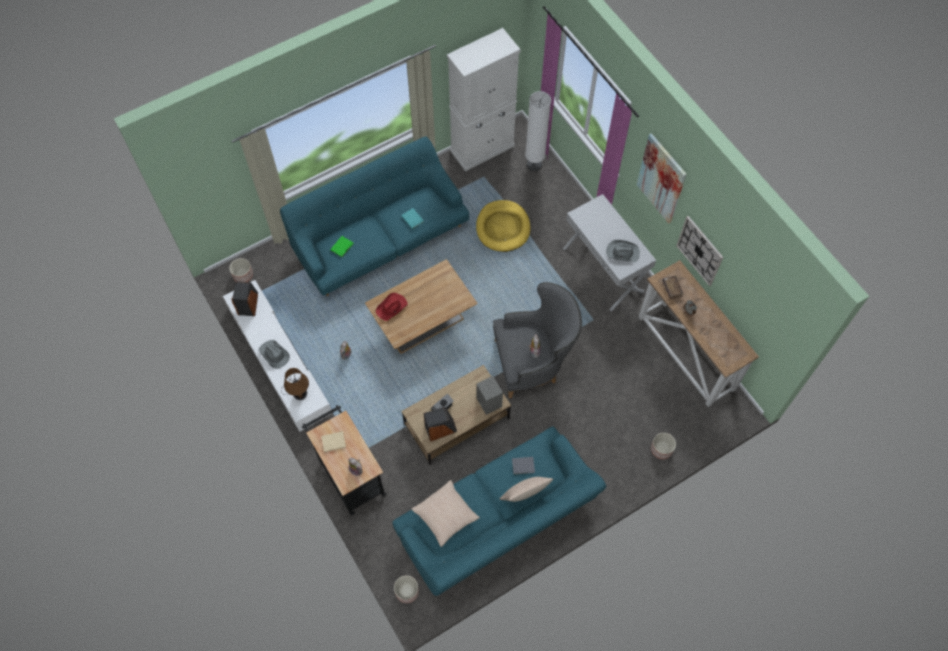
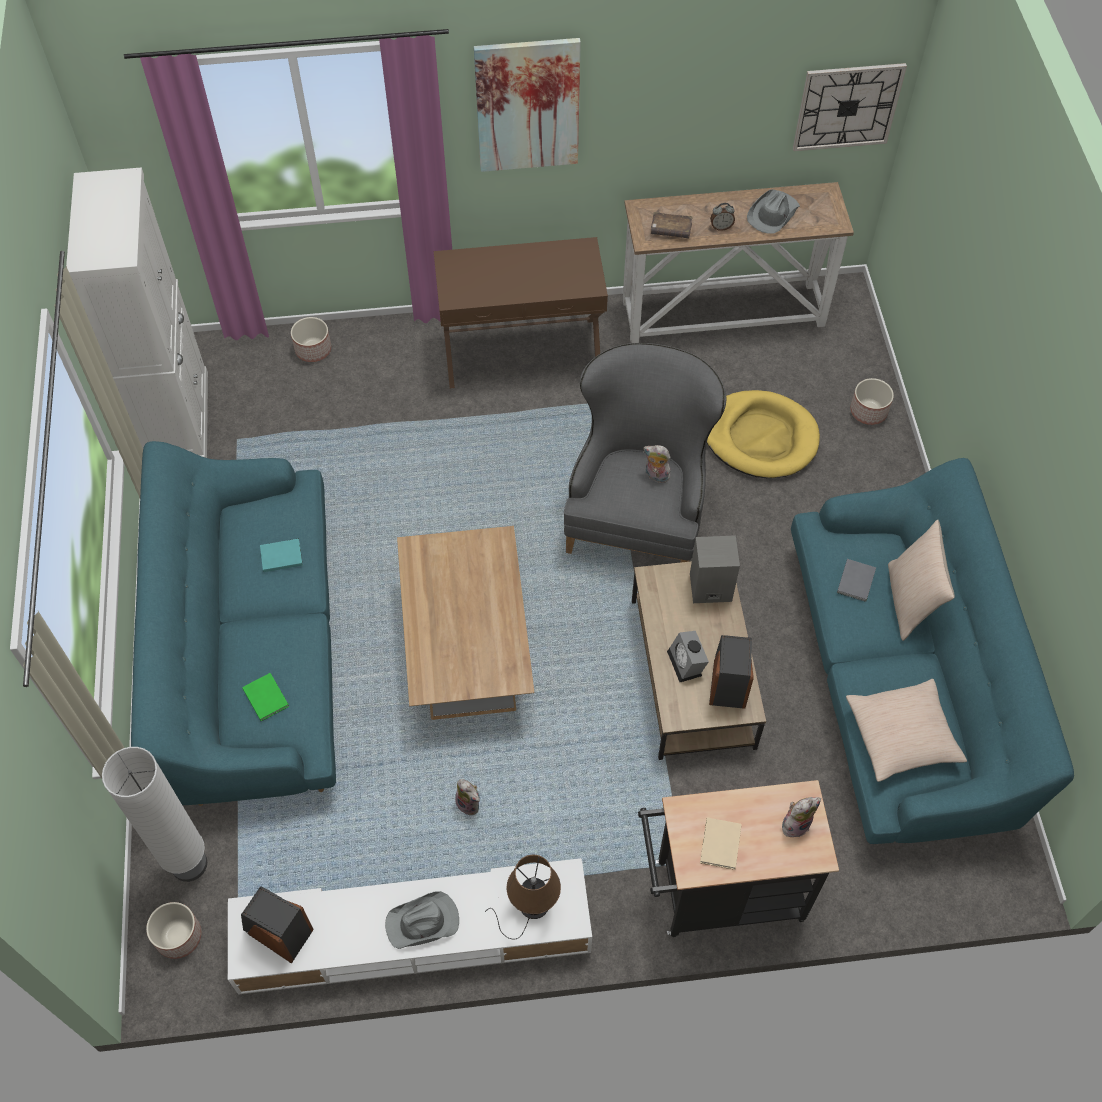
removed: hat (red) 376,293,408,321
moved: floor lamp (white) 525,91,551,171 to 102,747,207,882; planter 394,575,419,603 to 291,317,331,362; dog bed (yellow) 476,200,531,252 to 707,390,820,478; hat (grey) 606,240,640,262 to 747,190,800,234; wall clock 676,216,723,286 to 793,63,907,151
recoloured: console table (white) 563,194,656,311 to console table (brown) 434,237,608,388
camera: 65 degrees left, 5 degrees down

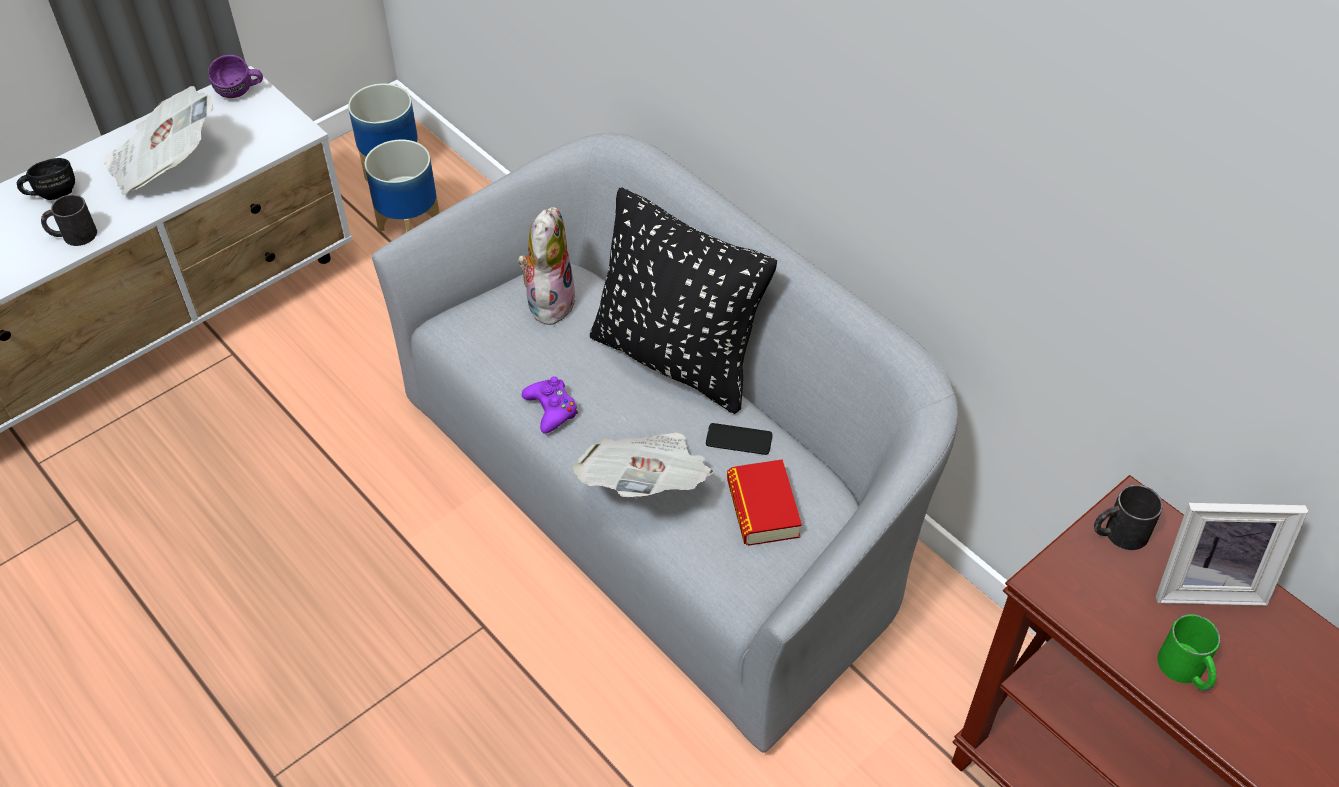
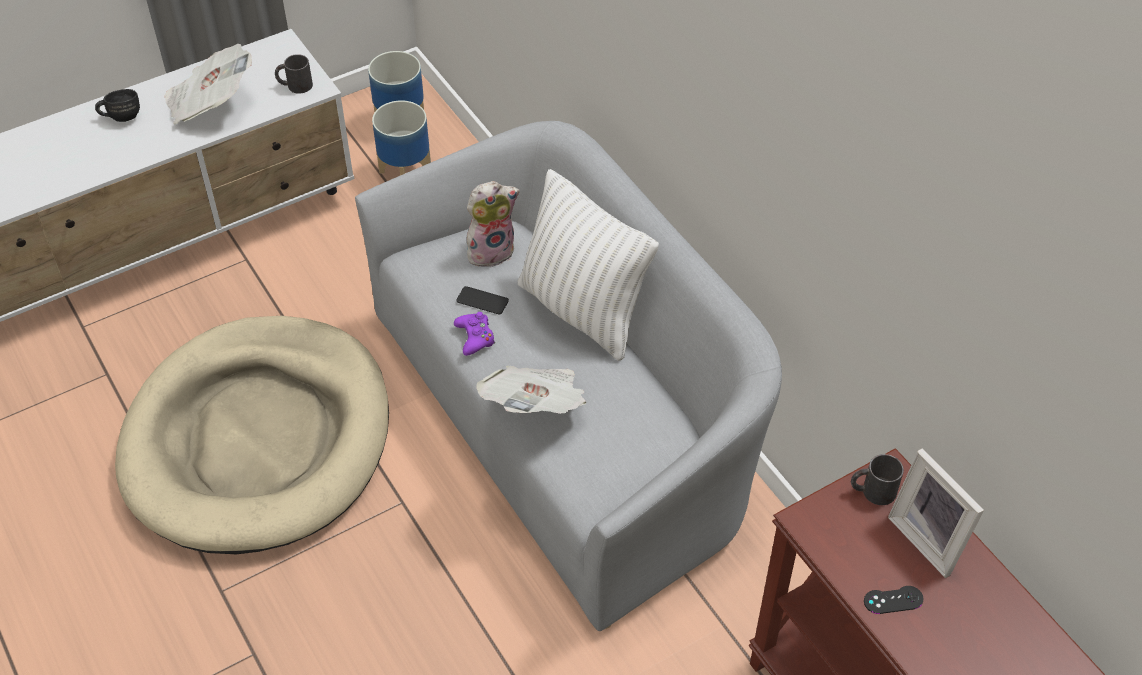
removed: mug (purple) 208,55,263,98; book 727,459,802,546
added: dog bed (beige) 115,316,389,554
moved: mug (black) 41,194,97,246 to 275,54,313,94; phone 706,423,772,455 to 456,286,509,314
replaced: mug (green) 1157,614,1220,691 to game controller (black) 864,586,924,614
recoloured: pillow (black) 590,188,777,414 to pillow (white) 517,169,659,361
turned: plush toy 518,207,576,325 = 467,181,520,267 45 degrees clockwise; picture frame 1156,503,1308,606 = 888,448,984,578 45 degrees clockwise
camera: 10 degrees right, 0 degrees up

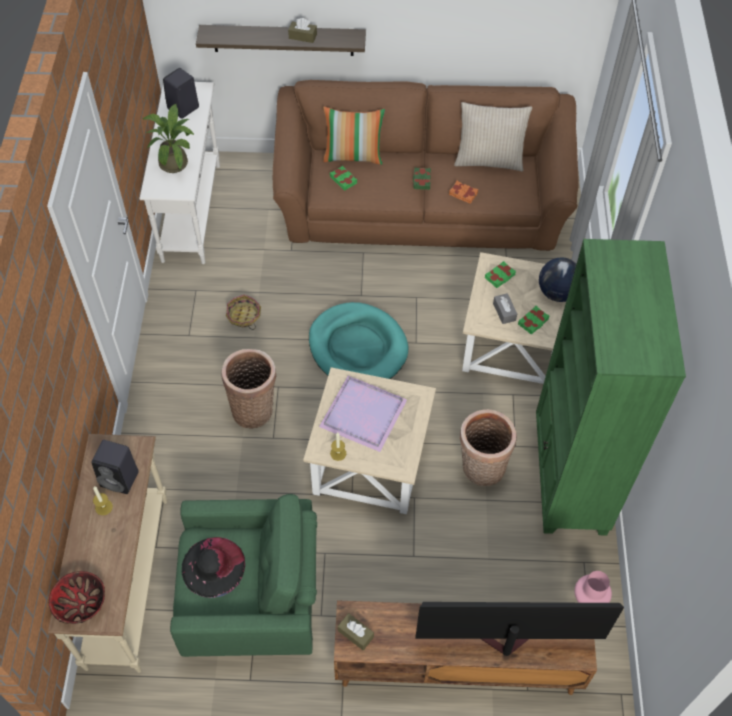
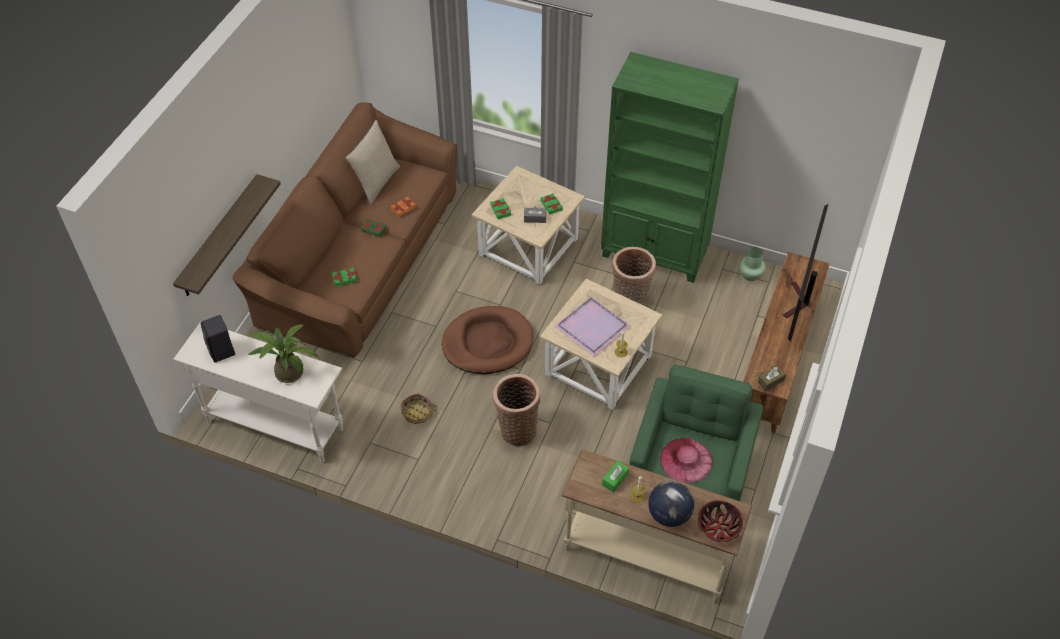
removed: tissue box (brown) 288,18,317,43; pillow 323,107,385,165
moved: globe 539,257,577,302 to 648,481,694,527
replaced: speaker (black) 91,440,139,494 to tissue box (green) 602,461,629,492
recoloured: dog bed (turquoise) 309,302,408,379 to dog bed (brown) 442,306,533,374; hat (black) 181,537,245,598 to hat (pink) 660,438,713,483; vase (pink) 575,571,612,603 to vase (green) 739,247,766,281
camera: 70 degrees left, 5 degrees down

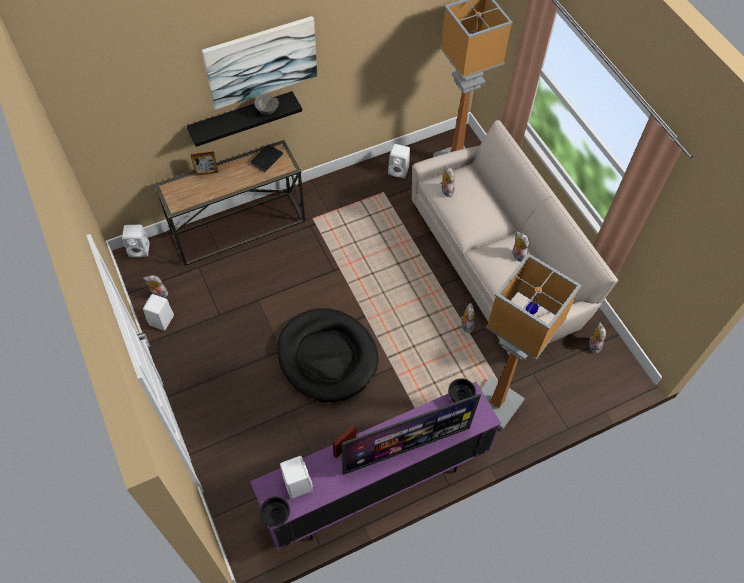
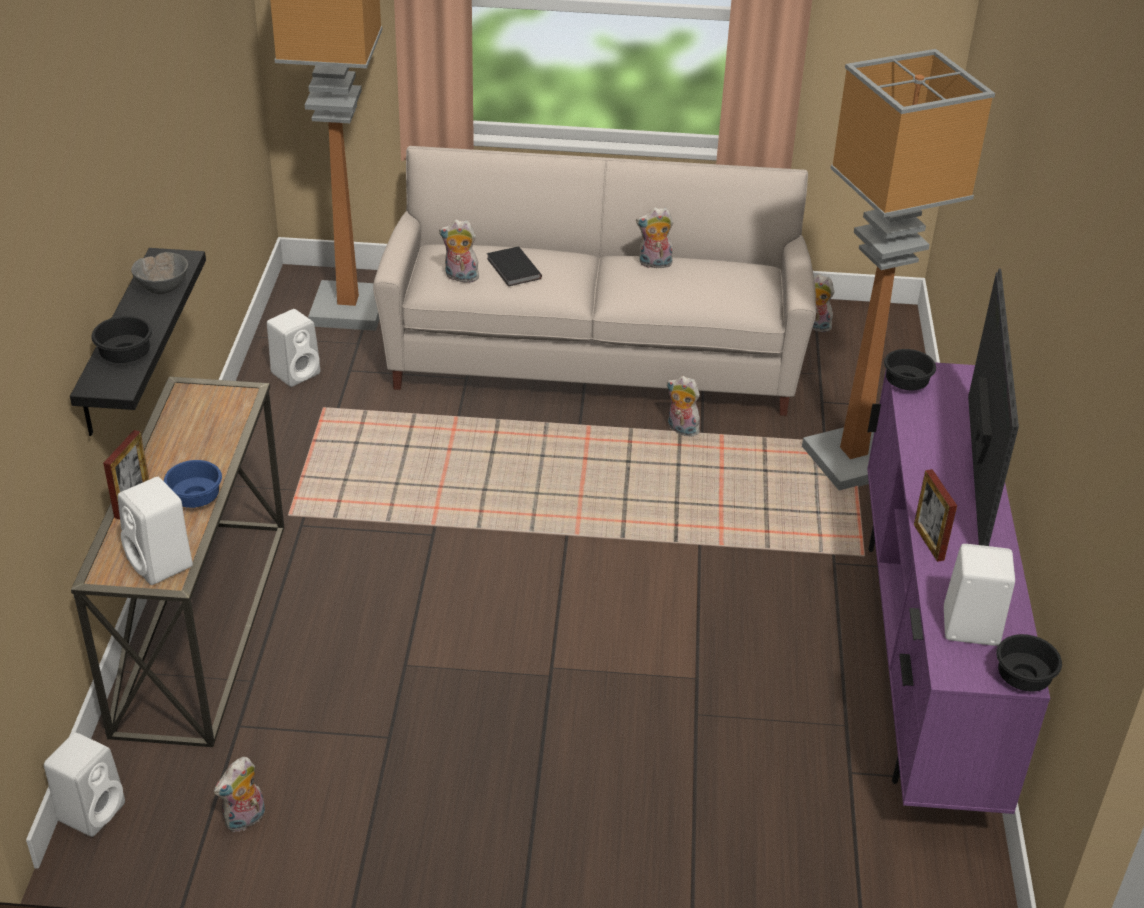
removed: picture 202,16,317,110; dog bed (black) 277,308,379,402
added: bowl (black) 91,316,152,363; bowl (blue) 164,460,222,508
moved: speaker (white) 143,294,174,331 to 118,477,193,585; book (black) 250,144,283,172 to 487,246,542,286
camera: 60 degrees left, 20 degrees down

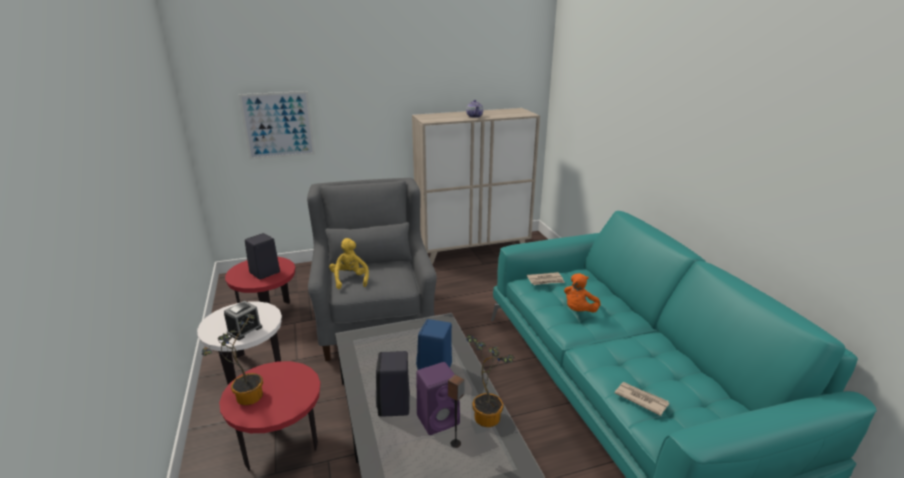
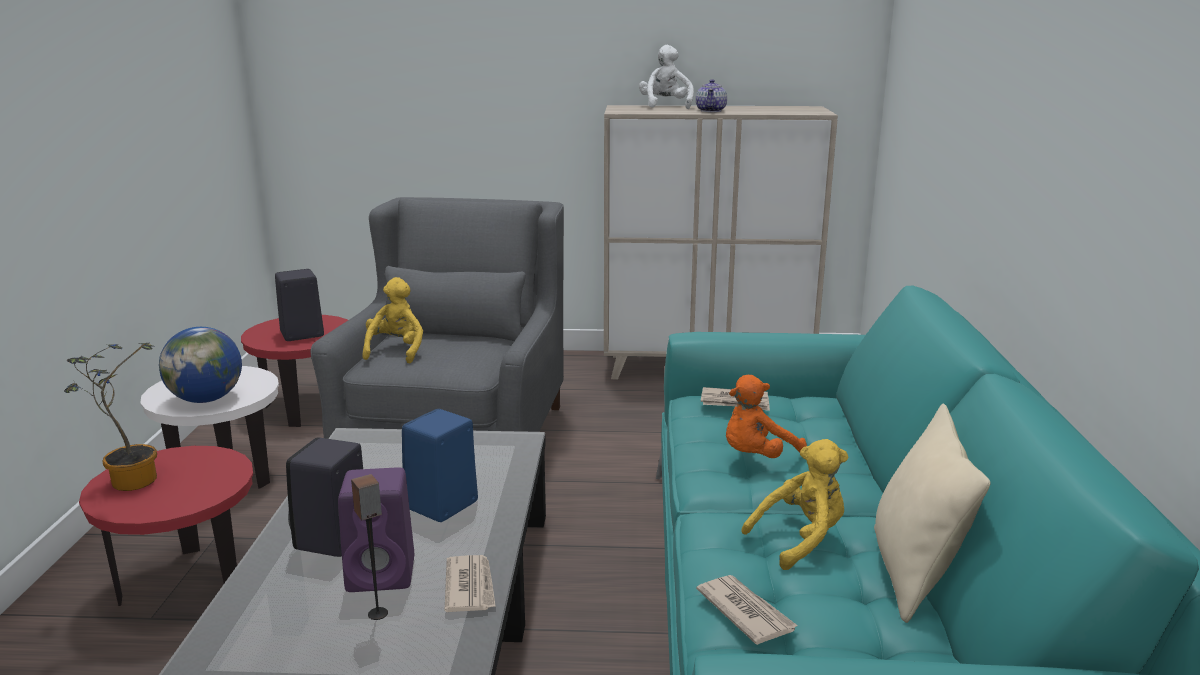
removed: picture 239,91,315,160
added: plush toy (white) 639,45,694,109; plush toy (yellow) 742,439,849,570; pillow (beige) 874,404,991,623
replaced: alarm clock 224,301,262,340 to globe 159,327,242,403; potted plant 466,334,515,427 to newspaper 444,555,496,612
camera: 20 degrees right, 5 degrees down

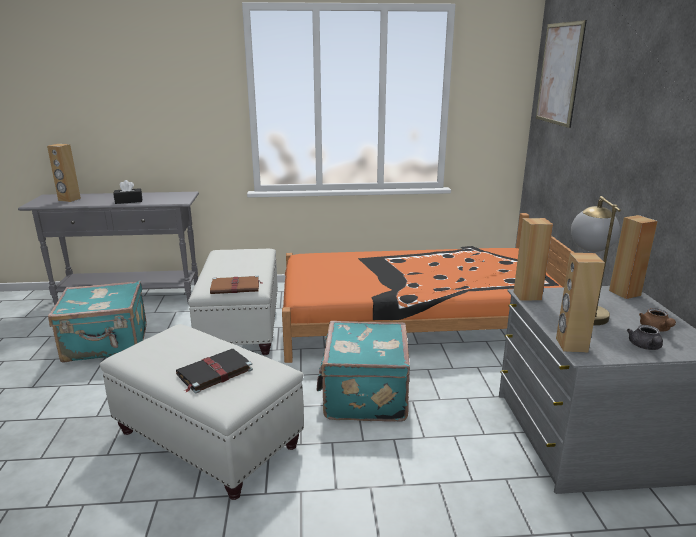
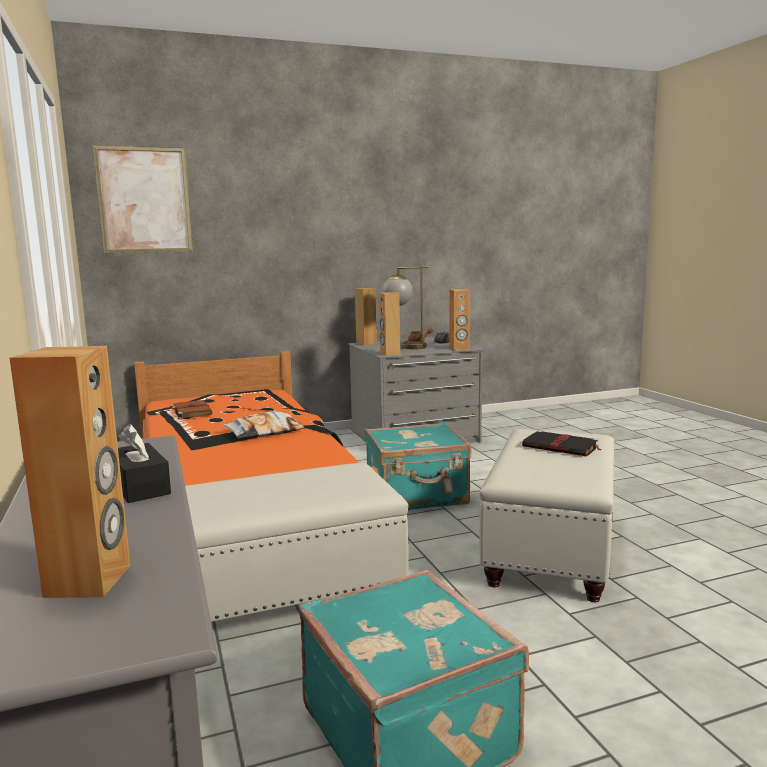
added: pillow 223,411,305,439
moved: book (brown) 210,275,263,294 to 173,400,213,419
camera: 105 degrees left, 10 degrees down

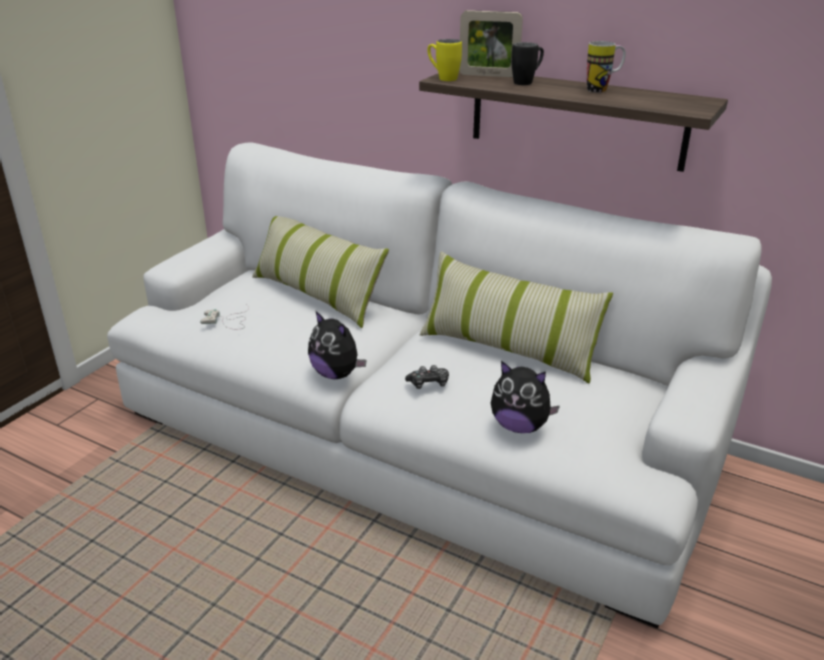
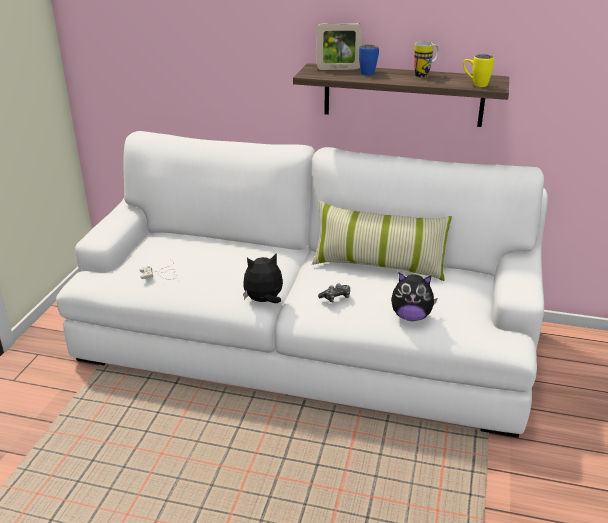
removed: pillow 252,216,389,328
moved: mug (yellow) 427,39,462,81 to 463,54,494,87
recoloured: mug (black) 511,42,544,85 to mug (blue) 359,45,379,76
turned: plush toy 308,310,367,379 = 243,253,283,303 135 degrees clockwise
camera: 15 degrees left, 0 degrees up

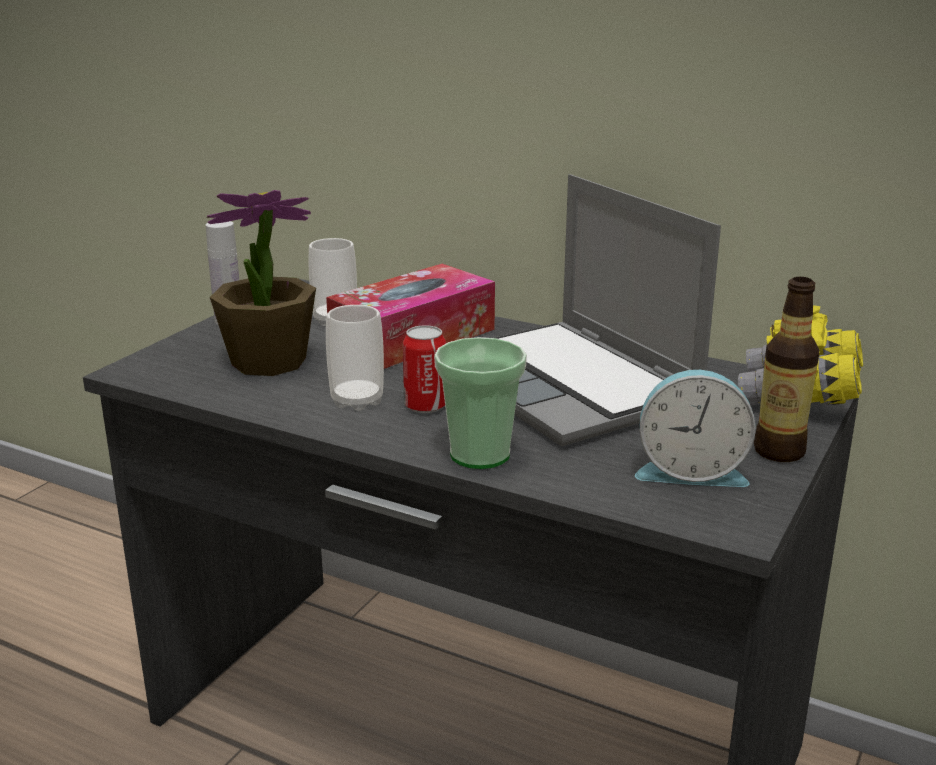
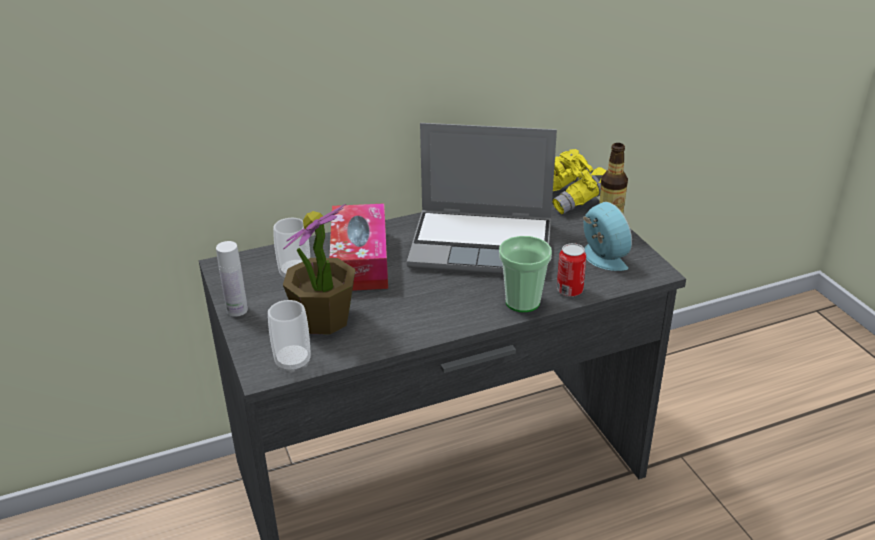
moved: cup 326,305,384,411 to 268,300,311,372; can 403,325,446,413 to 557,243,586,297
turned: alarm clock 635,370,756,487 = 583,202,632,271 75 degrees counterclockwise
camera: 50 degrees left, 10 degrees up

